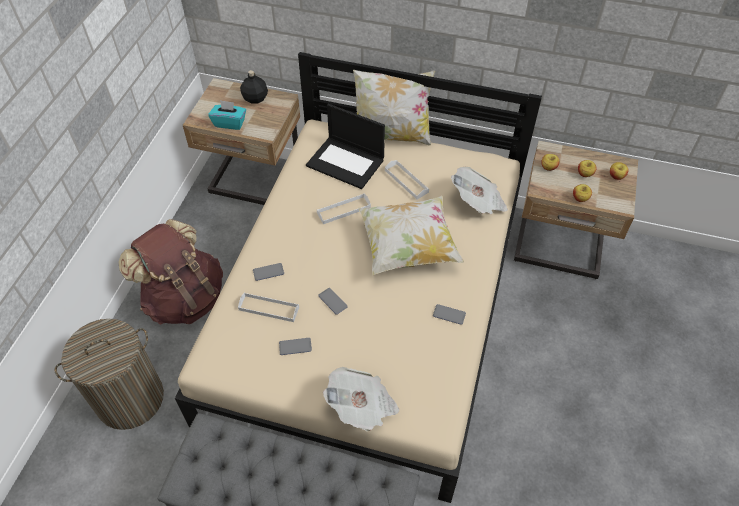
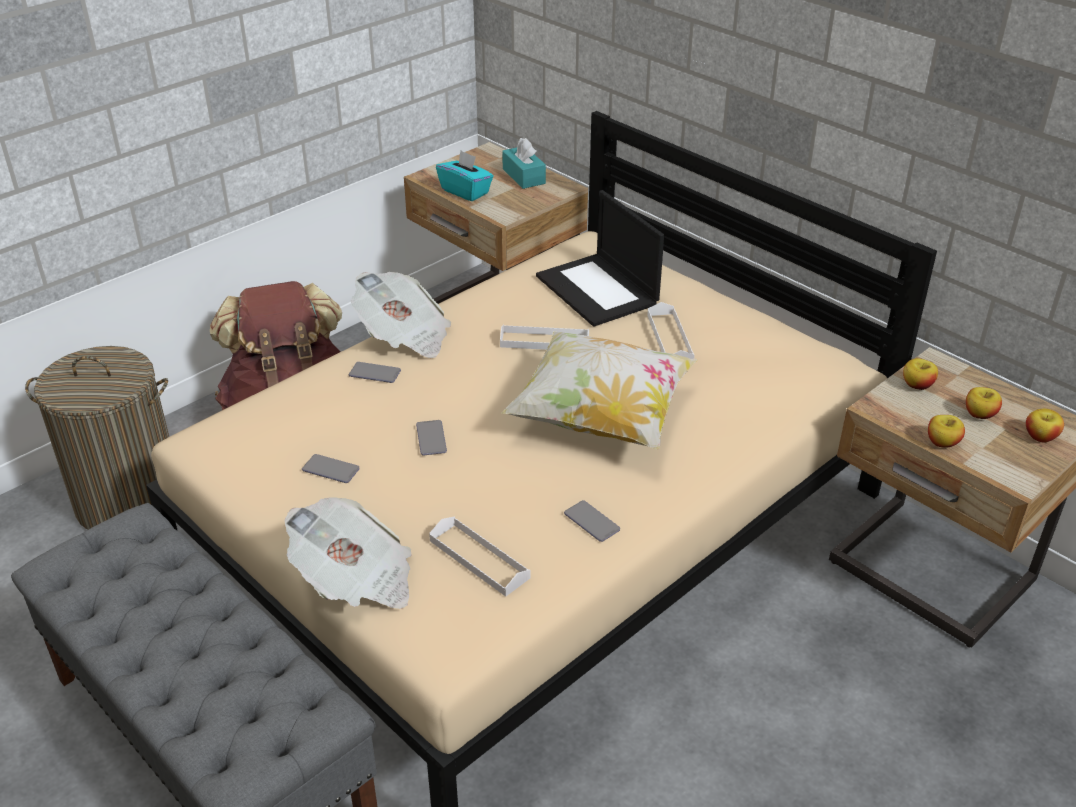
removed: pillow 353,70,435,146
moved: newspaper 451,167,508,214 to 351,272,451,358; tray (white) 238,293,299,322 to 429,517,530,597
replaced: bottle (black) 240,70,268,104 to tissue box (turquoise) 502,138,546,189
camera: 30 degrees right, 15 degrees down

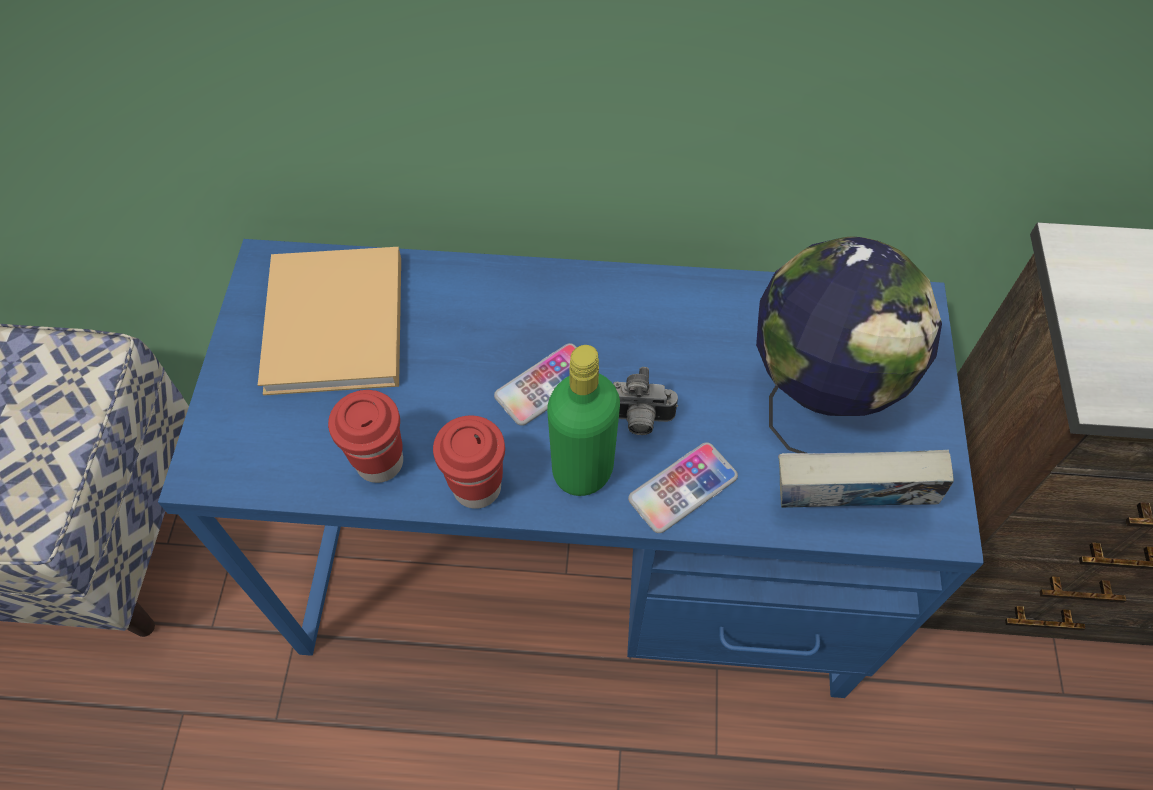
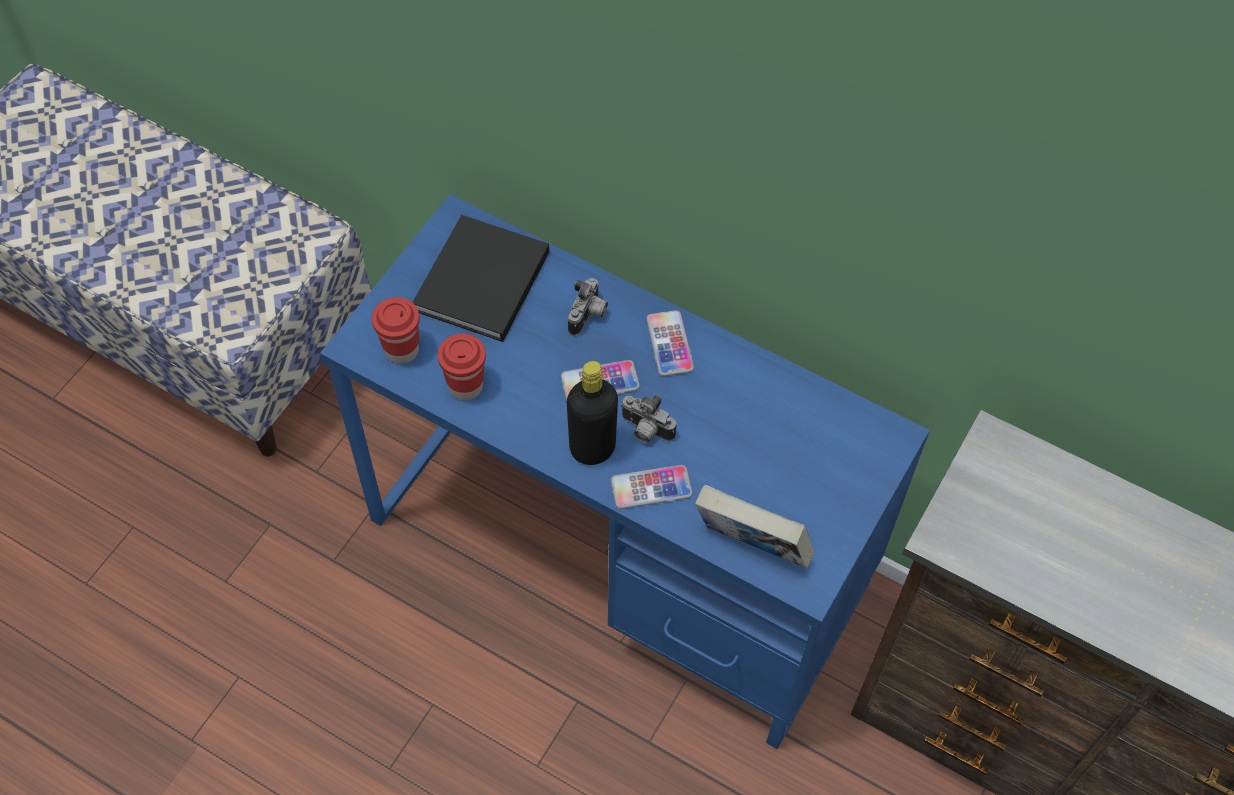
removed: globe 756,236,942,453
added: photo camera 568,278,608,336; phone 646,310,694,376
moved: cup (red) 433,415,505,509 to 372,297,420,364
recoloured: book (beige) 258,247,401,396 to book (black) 413,215,549,342; bottle (green) 547,345,620,496 to bottle (black) 567,361,618,465
camera: 25 degrees right, 0 degrees up

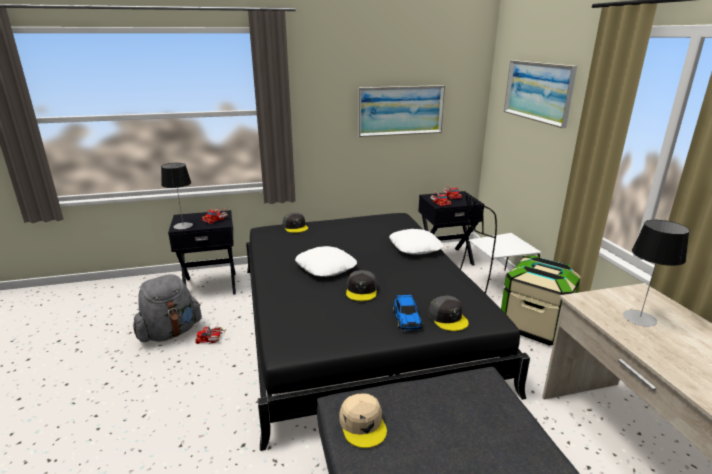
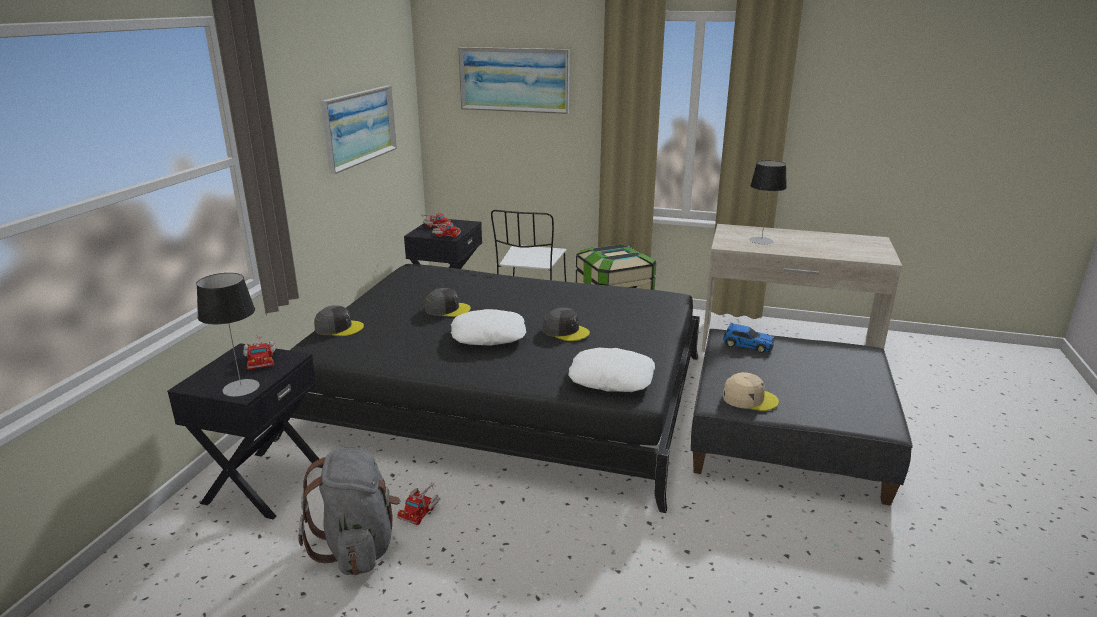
moved: cap (grey) 428,296,469,331 to 425,288,471,317; pillow (white) 389,229,443,255 to 568,348,655,392; toy car 393,295,422,332 to 723,323,775,353
camera: 60 degrees left, 0 degrees up

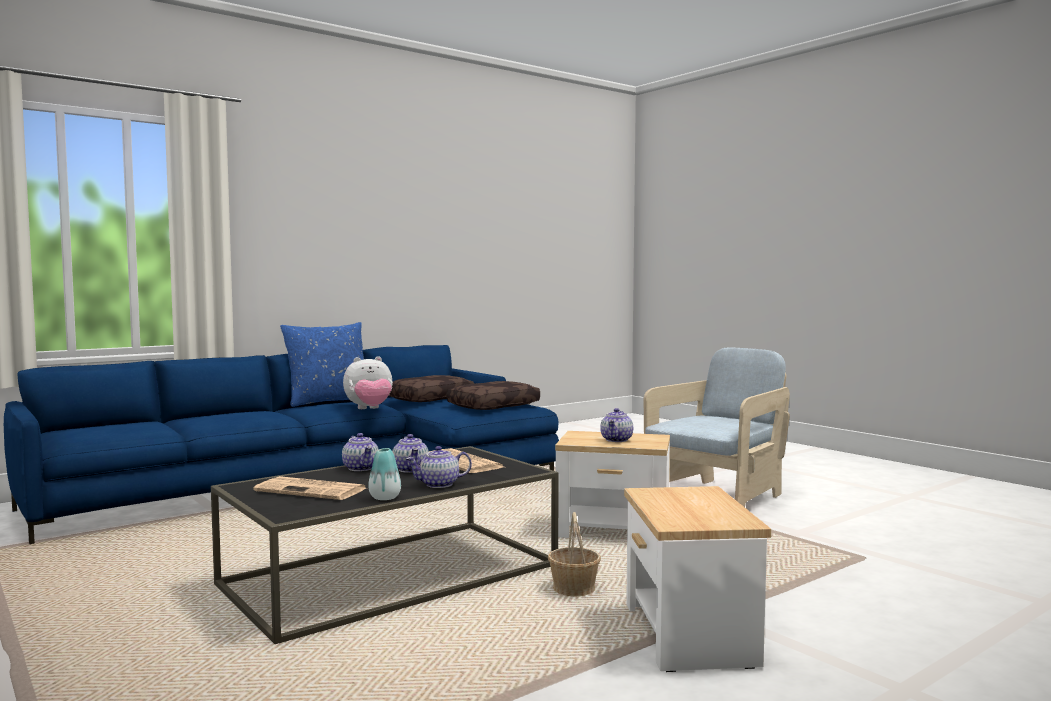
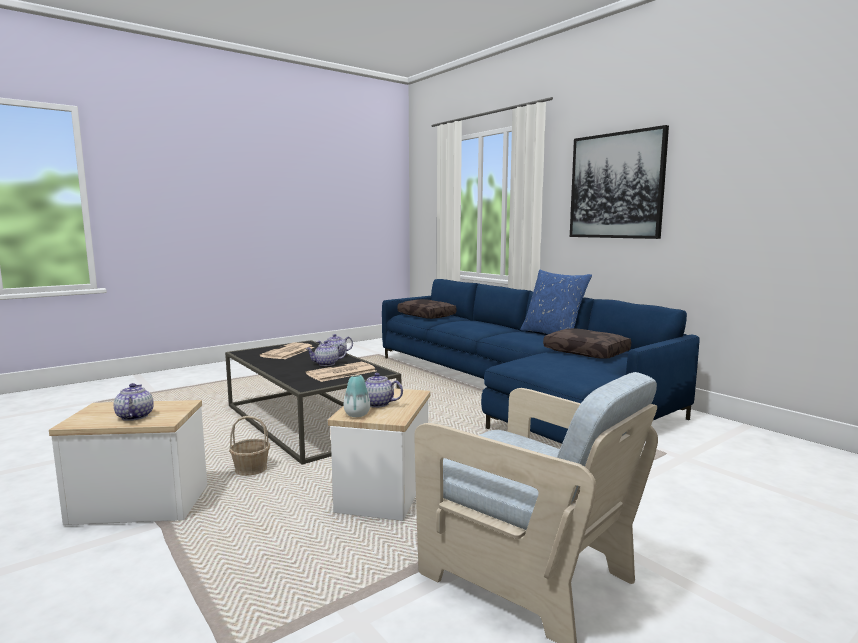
removed: plush toy 343,356,393,409
added: picture 570,125,669,239
moved: teapot 406,446,472,488 to 114,383,154,421; vase 368,448,401,500 to 344,375,370,417; pillow (brown) 447,381,540,410 to 397,299,457,319
camera: 90 degrees right, 5 degrees up

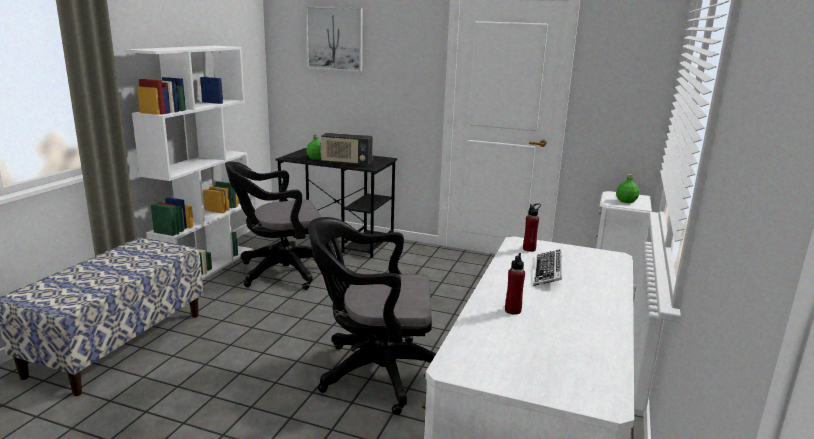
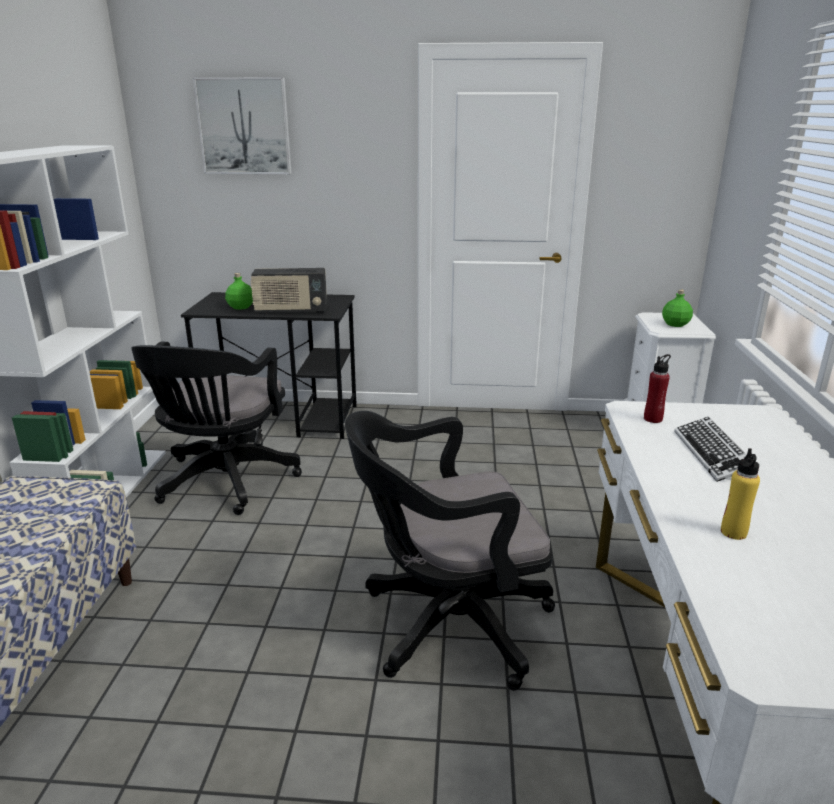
recoloured: bottle (red) 505,253,525,315 to bottle (yellow) 721,448,760,540
turned: office chair (black) 225,161,321,290 = 131,341,302,515 45 degrees counterclockwise
camera: 15 degrees left, 5 degrees up

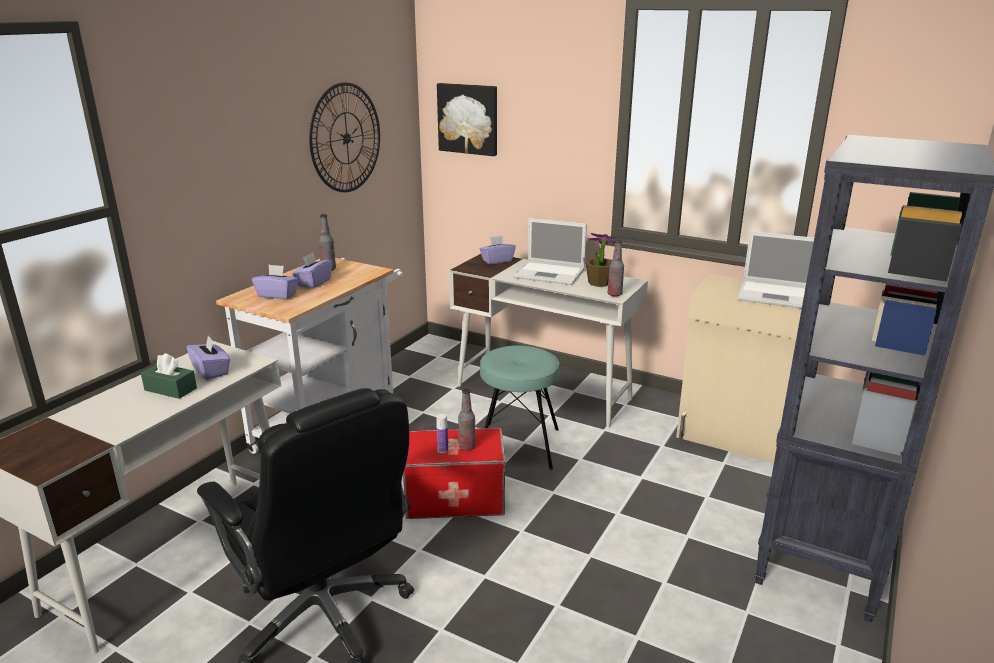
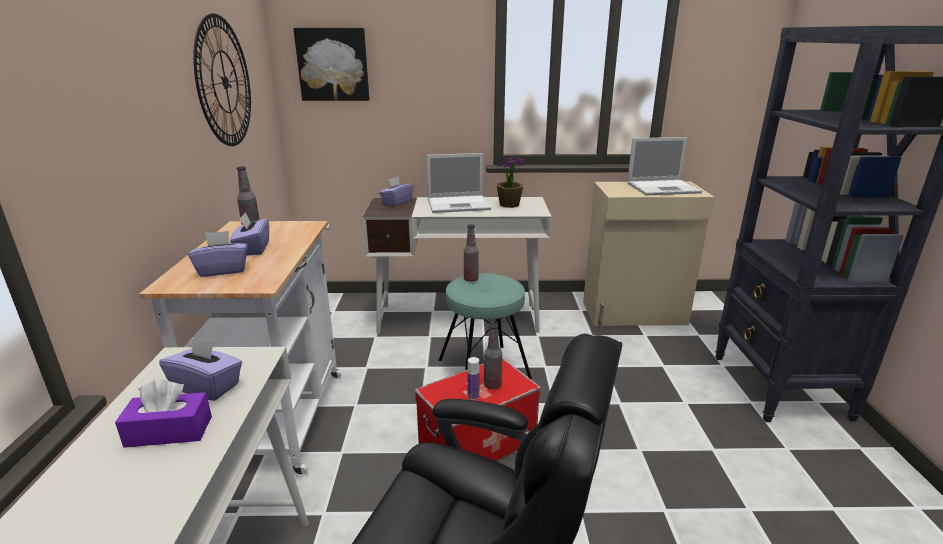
moved: bottle 608,240,624,297 to 464,224,479,282
recoloured: tissue box (green) 141,353,197,399 to tissue box (purple) 115,379,212,448
camera: 30 degrees left, 0 degrees up

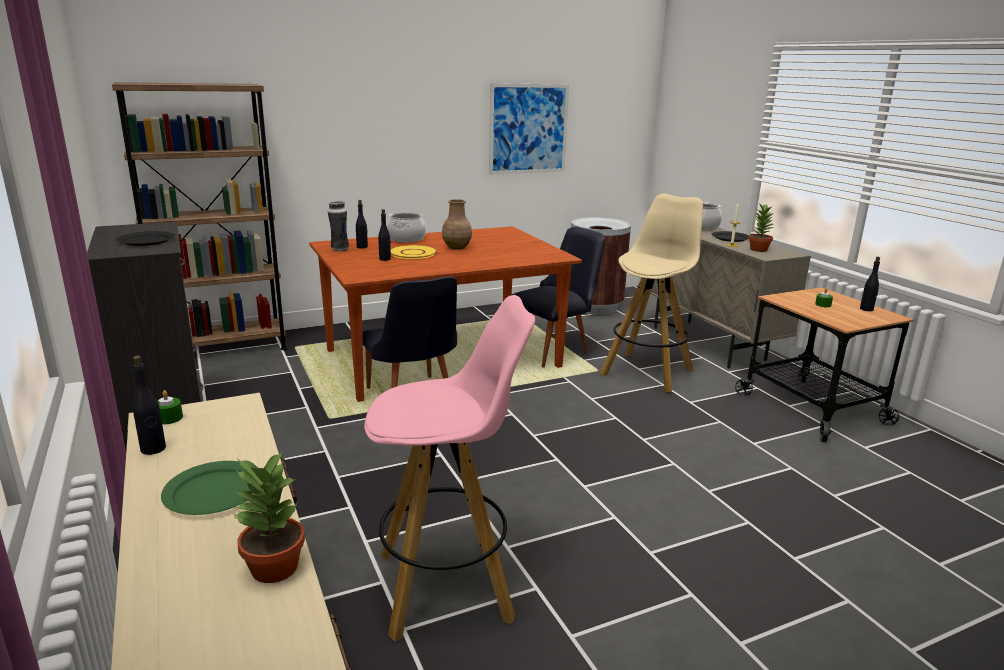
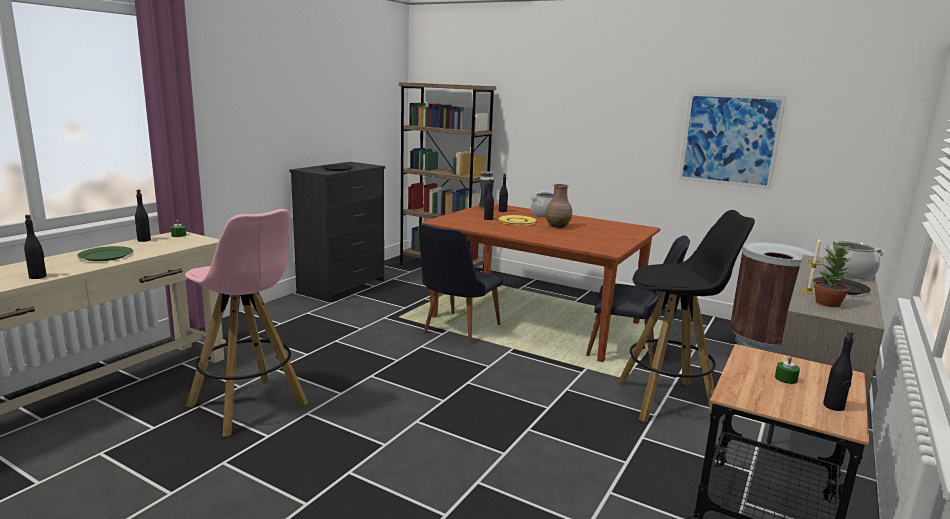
replaced: potted plant 235,451,305,583 to bottle (black) 24,215,47,279
recoloured: stool (beige) 600,194,703,392 to stool (black) 618,210,755,422
camera: 55 degrees right, 5 degrees down

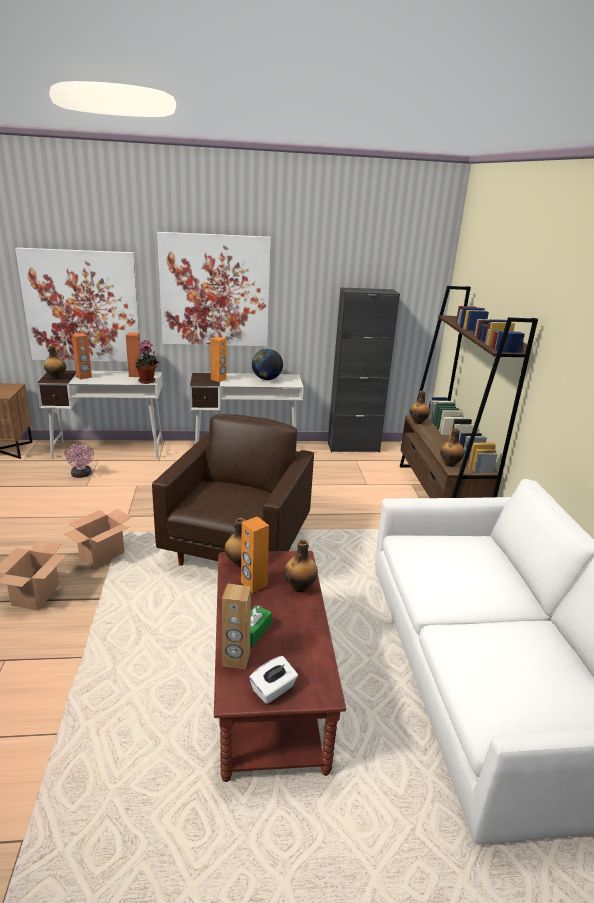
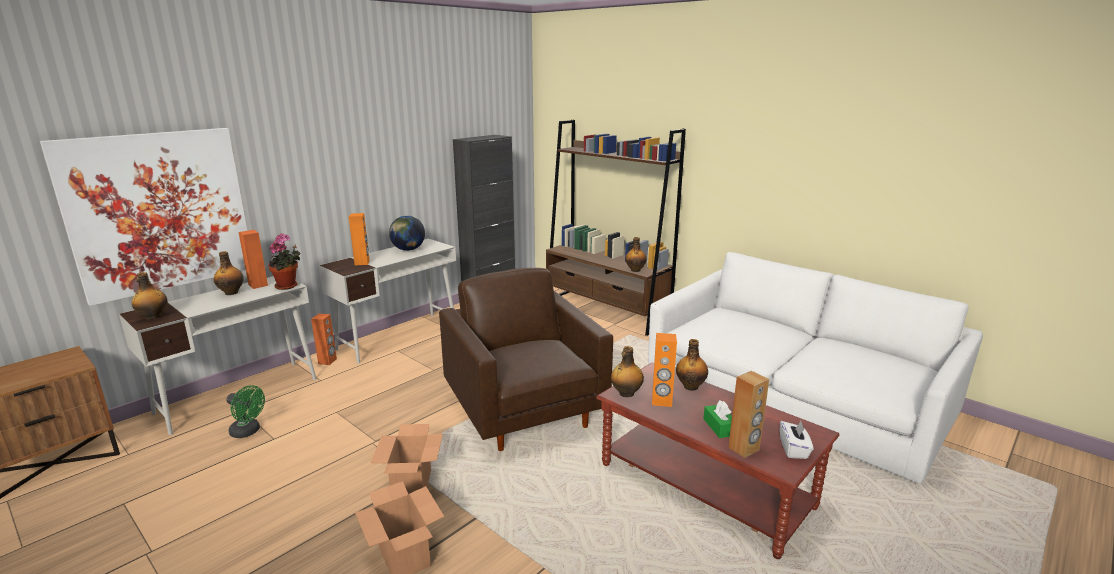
removed: picture 157,232,271,346
moved: bottle 410,391,430,424 to 214,251,244,295; speaker (orange) 71,333,92,379 to 311,314,337,365
recoloured: fan (pink) 66,443,94,478 to fan (green) 226,385,265,438
camera: 40 degrees left, 5 degrees down

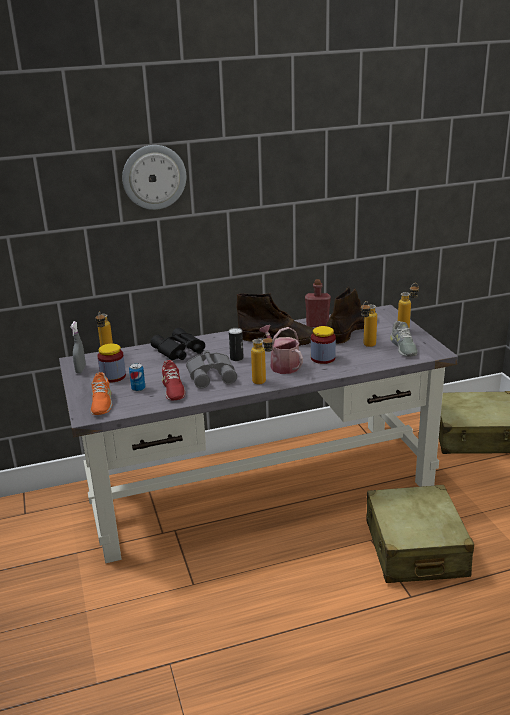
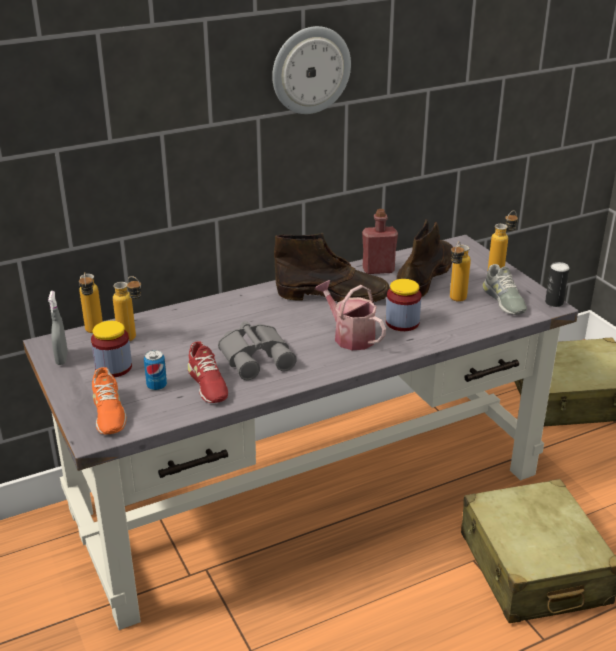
removed: binoculars (black) 150,328,205,360
moved: bottle 251,334,273,384 to 113,276,141,341; wall clock 122,145,186,210 to 272,26,351,114; can 229,328,244,361 to 545,262,570,307
camera: 10 degrees left, 5 degrees up

